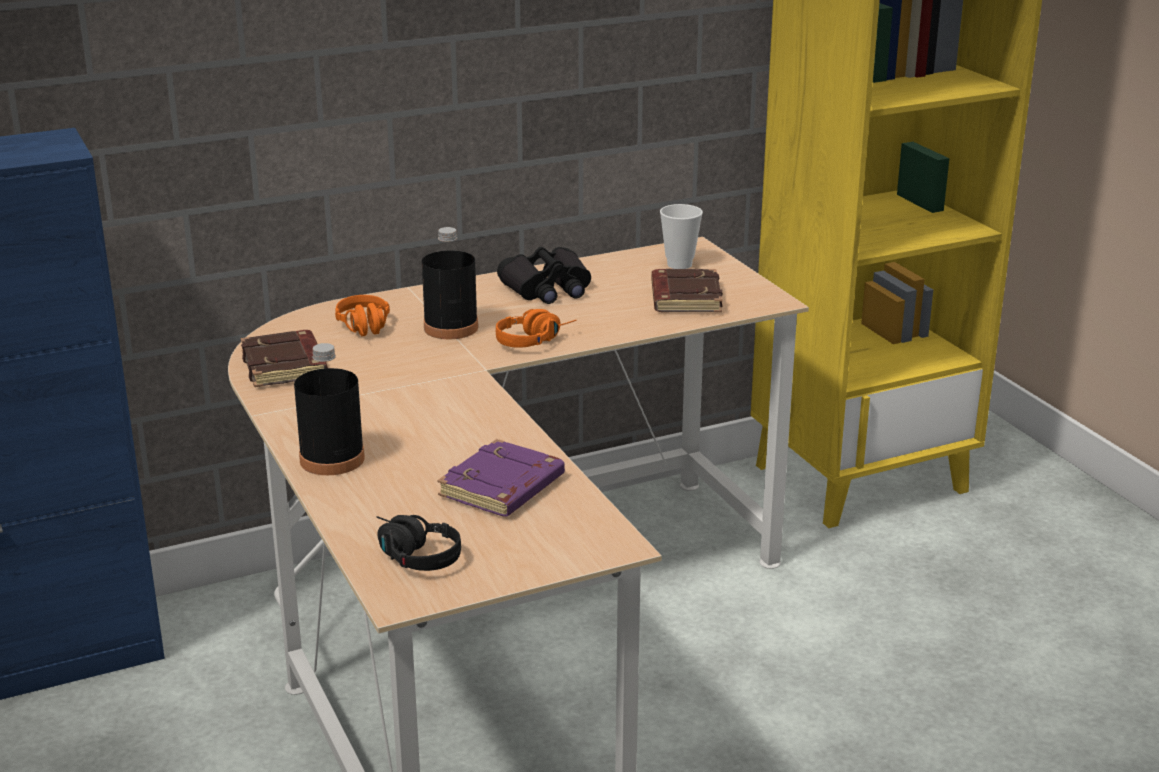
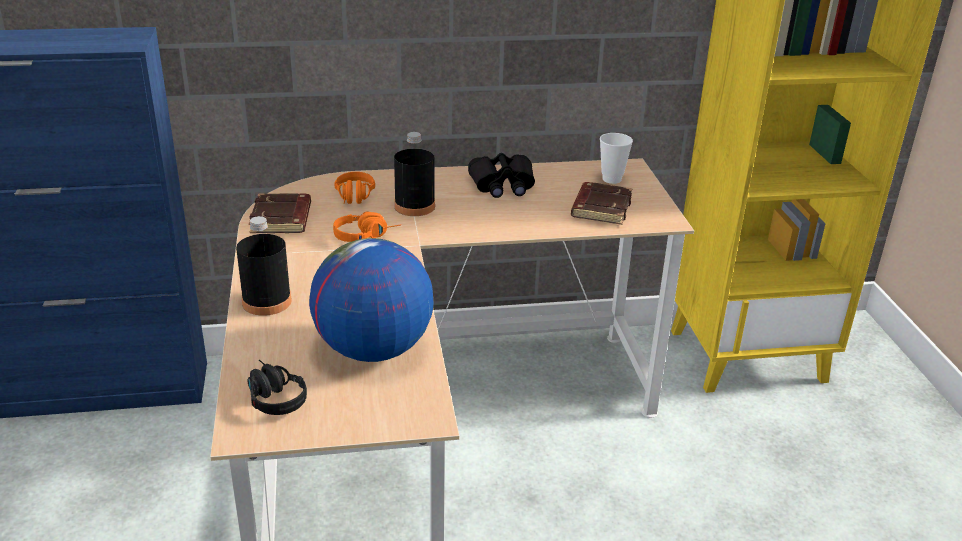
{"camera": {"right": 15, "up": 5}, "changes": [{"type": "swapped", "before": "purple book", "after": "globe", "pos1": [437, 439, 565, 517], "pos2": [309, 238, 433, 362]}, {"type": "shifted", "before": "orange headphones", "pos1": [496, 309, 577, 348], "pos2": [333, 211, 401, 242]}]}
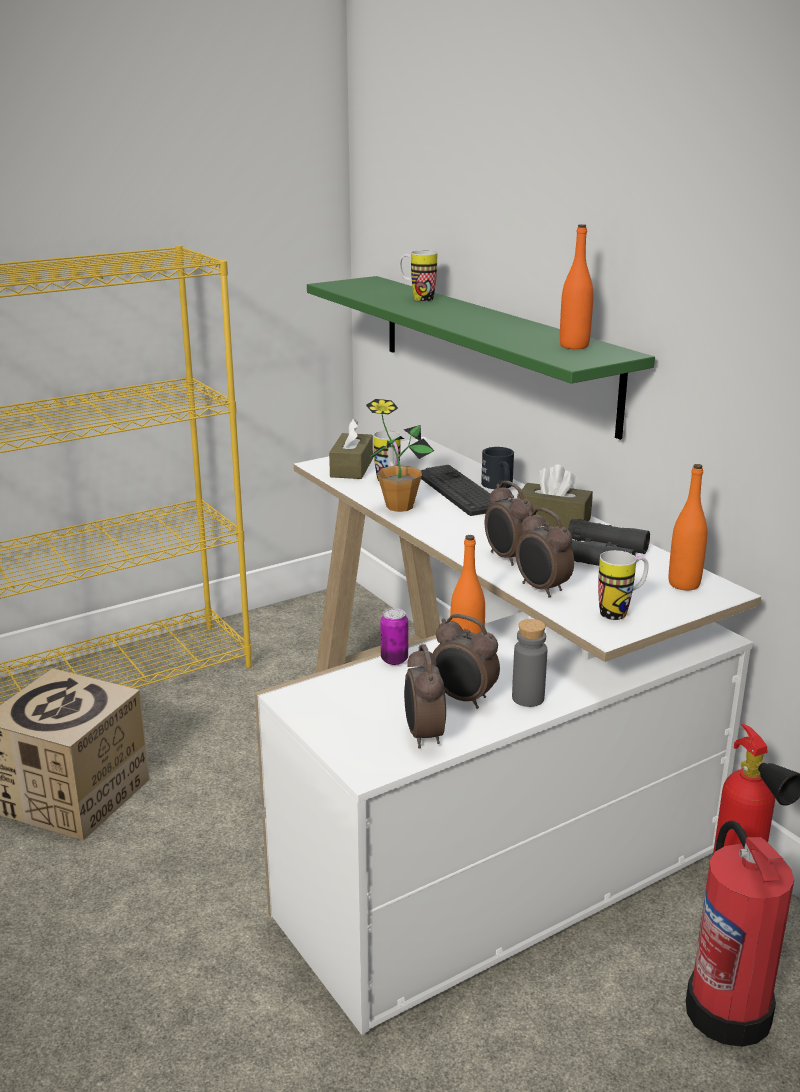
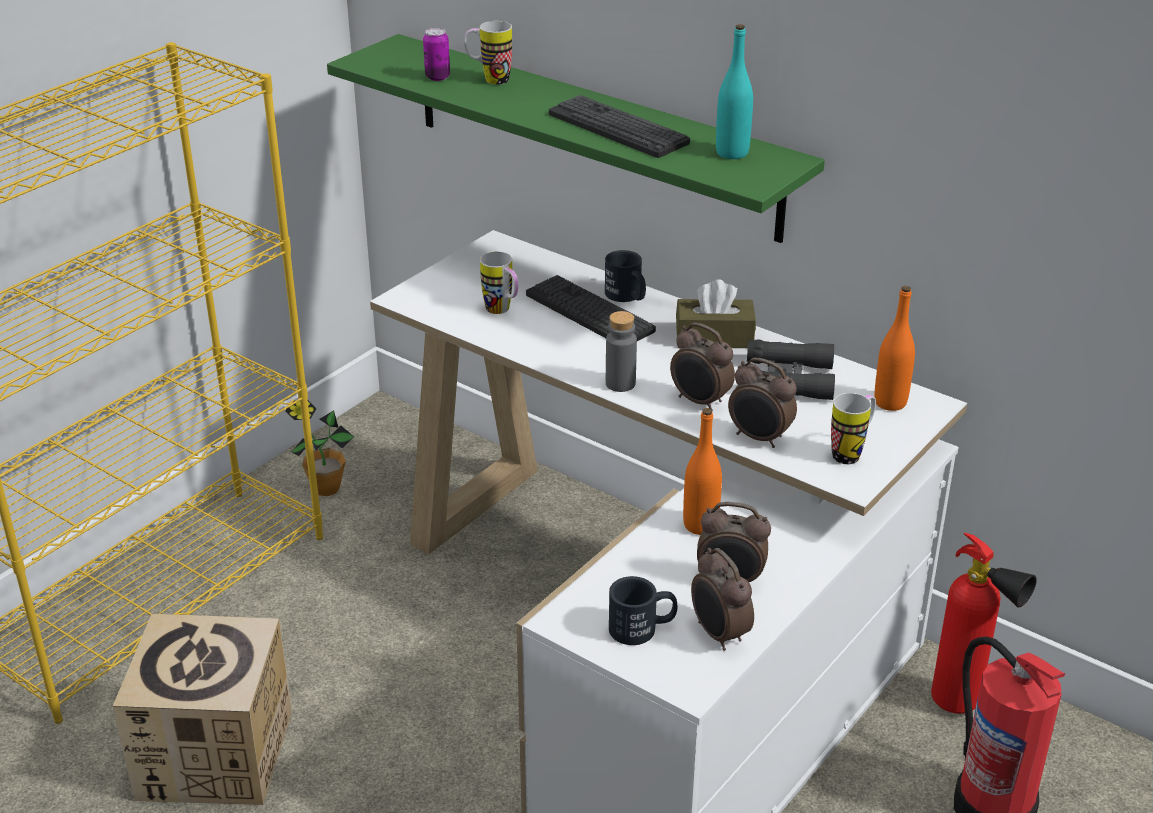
{"camera": {"right": -20, "up": 10}, "changes": [{"type": "gone", "before": "brown tissue box", "pos1": [329, 418, 373, 479]}, {"type": "shifted", "before": "potted plant", "pos1": [366, 399, 434, 512], "pos2": [285, 400, 354, 496]}, {"type": "shifted", "before": "can", "pos1": [381, 608, 408, 665], "pos2": [423, 28, 450, 81]}, {"type": "shifted", "before": "grey bottle", "pos1": [512, 619, 547, 707], "pos2": [606, 311, 637, 392]}, {"type": "repainted", "before": "orange bottle", "after": "turquoise bottle", "pos1": [560, 224, 593, 349], "pos2": [716, 24, 753, 159]}, {"type": "new", "after": "keyboard", "pos2": [549, 95, 690, 158]}, {"type": "new", "after": "black mug", "pos2": [609, 576, 677, 645]}]}
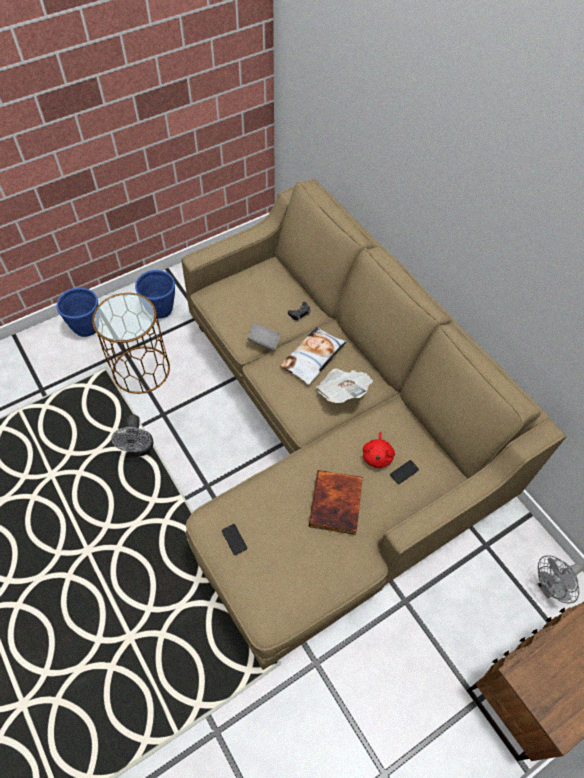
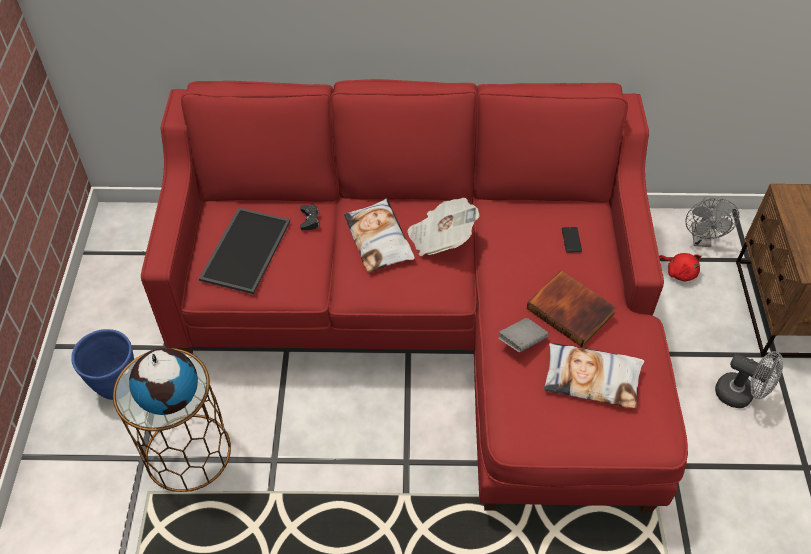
{"camera": {"right": -55, "up": -5}, "changes": [{"type": "gone", "before": "blue planter", "pos1": [57, 287, 98, 337]}, {"type": "shifted", "before": "grey fan", "pos1": [111, 415, 153, 456], "pos2": [715, 351, 783, 408]}, {"type": "repainted", "before": "beige sofa", "after": "red sofa", "pos1": [181, 179, 567, 670], "pos2": [141, 79, 688, 513]}, {"type": "gone", "before": "phone", "pos1": [222, 524, 247, 555]}, {"type": "shifted", "before": "grey book", "pos1": [247, 323, 280, 351], "pos2": [499, 318, 548, 352]}, {"type": "shifted", "before": "red plush toy", "pos1": [363, 432, 395, 468], "pos2": [659, 253, 701, 282]}, {"type": "new", "after": "globe", "pos2": [129, 348, 198, 415]}, {"type": "new", "after": "tray", "pos2": [199, 208, 290, 294]}, {"type": "new", "after": "pillow", "pos2": [543, 343, 645, 409]}]}
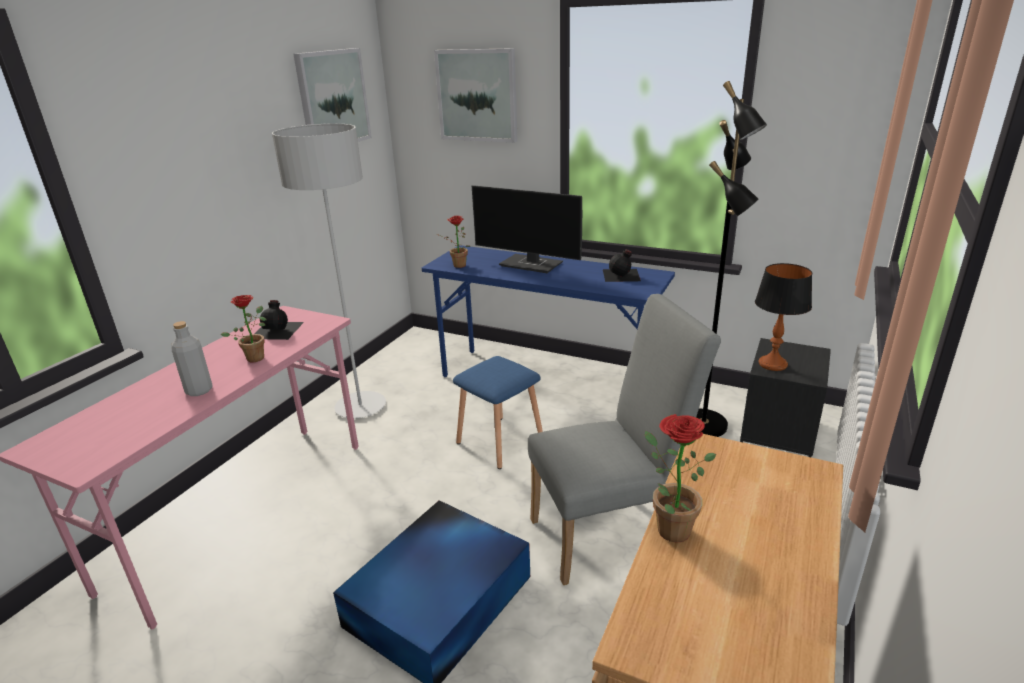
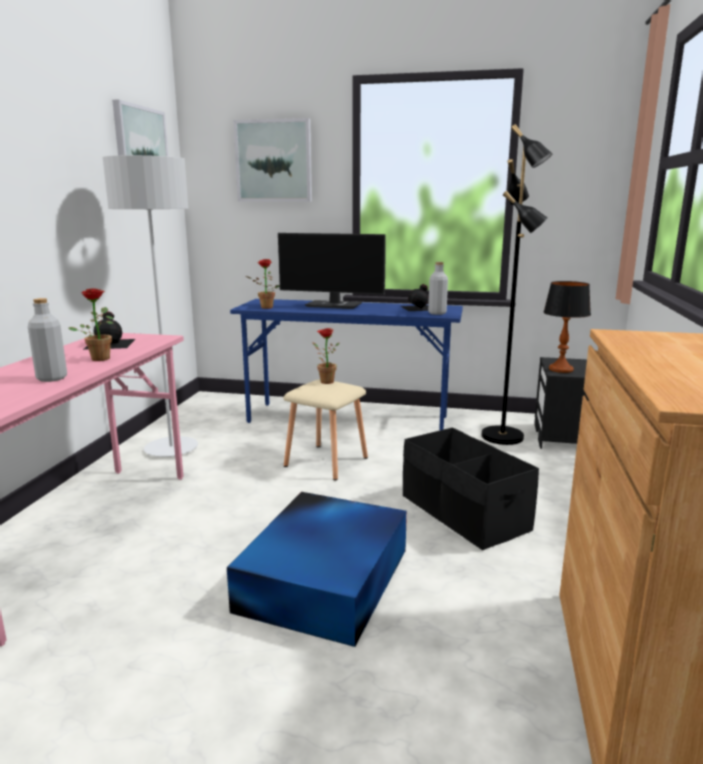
{"camera": {"right": -15, "up": -10}, "changes": [{"type": "repainted", "before": "blue stool", "after": "beige stool", "pos1": [453, 356, 543, 469], "pos2": [283, 379, 368, 481]}, {"type": "swapped", "before": "grey chair", "after": "black storage box", "pos1": [528, 294, 721, 585], "pos2": [403, 427, 539, 550]}, {"type": "shifted", "before": "potted plant", "pos1": [645, 414, 716, 543], "pos2": [313, 328, 340, 384]}, {"type": "new", "after": "grey bottle", "pos2": [428, 262, 448, 315]}]}
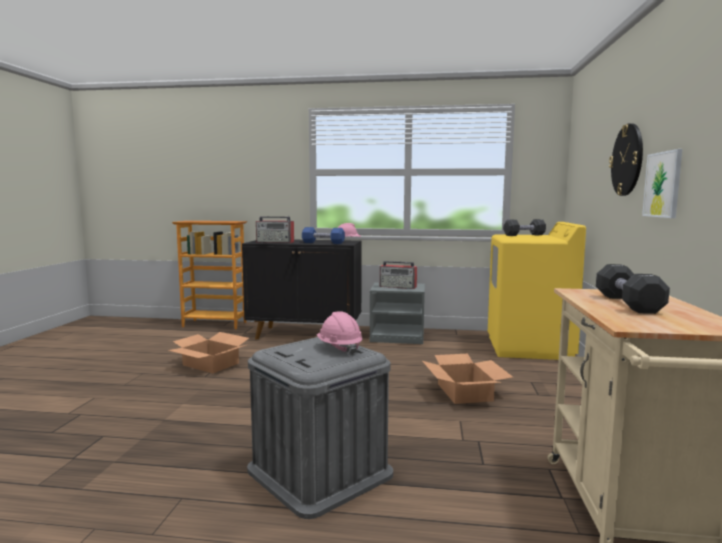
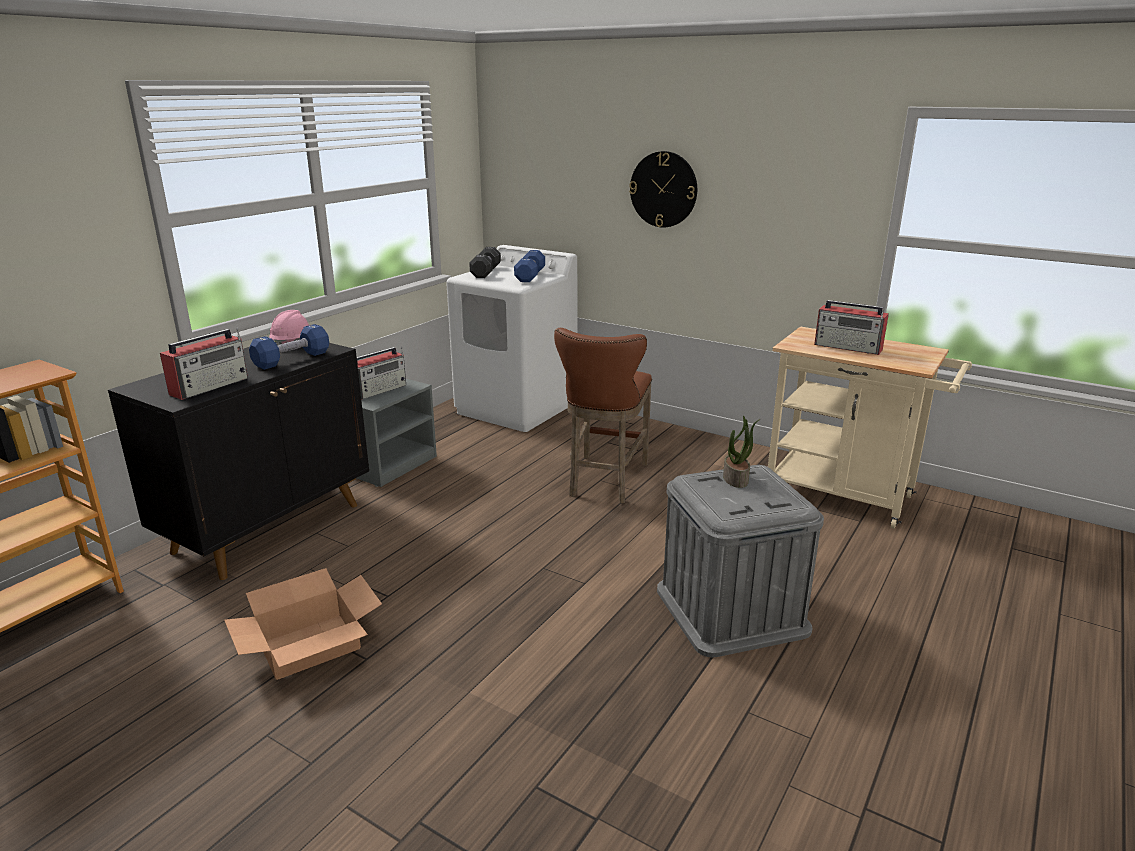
{"camera": {"right": -65, "up": 15}, "changes": [{"type": "swapped", "before": "pink hard hat", "after": "potted plant", "pos1": [317, 311, 363, 355], "pos2": [723, 416, 760, 488]}, {"type": "swapped", "before": "cardboard box", "after": "brown stool", "pos1": [422, 354, 513, 404], "pos2": [554, 328, 652, 503]}, {"type": "repainted", "before": "yellow washing machine", "after": "white washing machine", "pos1": [488, 222, 586, 360], "pos2": [446, 245, 578, 432]}, {"type": "swapped", "before": "black dumbbell", "after": "radio", "pos1": [596, 264, 670, 314], "pos2": [814, 300, 889, 355]}, {"type": "gone", "before": "picture", "pos1": [642, 149, 682, 218]}, {"type": "new", "after": "blue dumbbell", "pos2": [514, 250, 545, 282]}]}
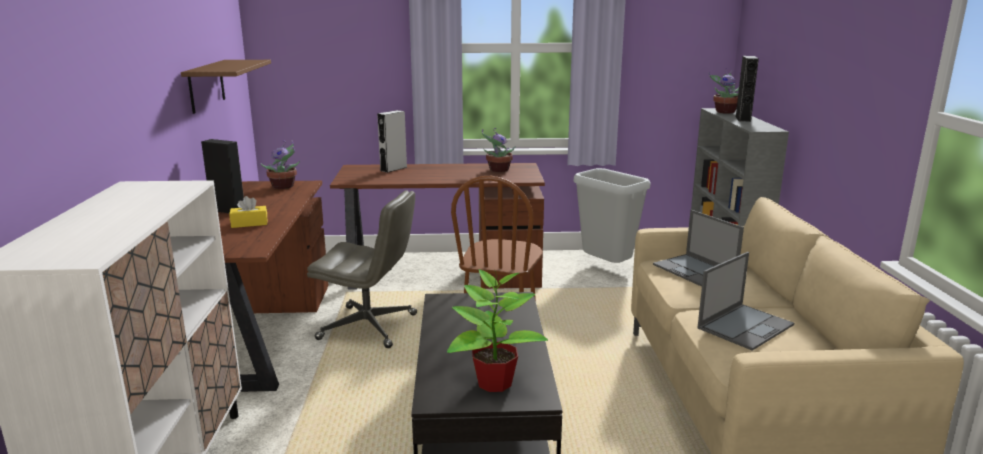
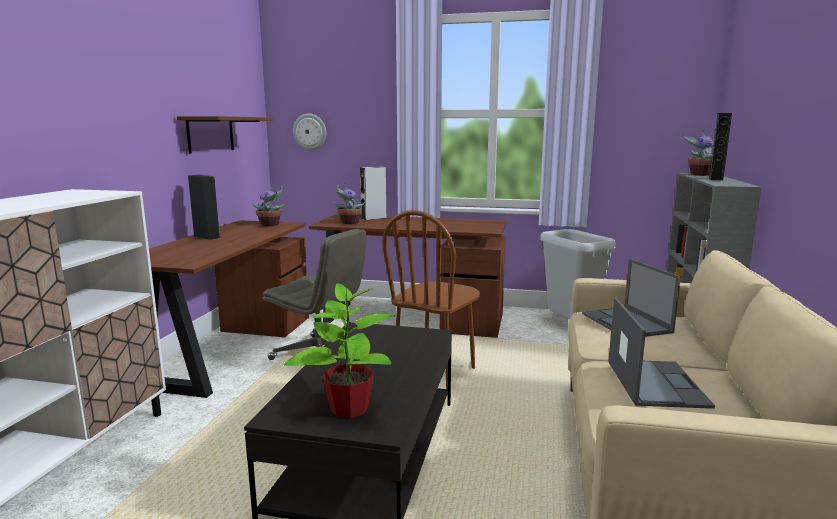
{"camera": {"right": 15, "up": -5}, "changes": [{"type": "gone", "before": "yellow tissue box", "pos1": [229, 196, 267, 228]}, {"type": "shifted", "before": "potted plant", "pos1": [482, 128, 516, 172], "pos2": [334, 183, 366, 224]}, {"type": "rotated", "before": "laptop", "pos1": [697, 252, 794, 351], "pos2": [608, 298, 715, 409], "turn": -60}, {"type": "new", "after": "wall clock", "pos2": [293, 114, 326, 150]}]}
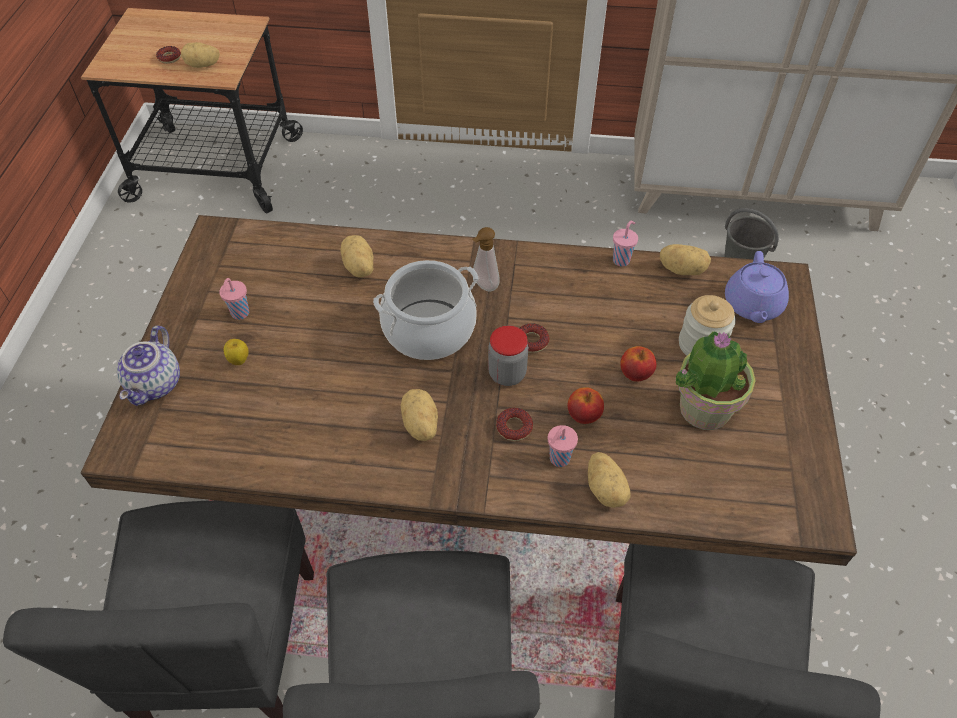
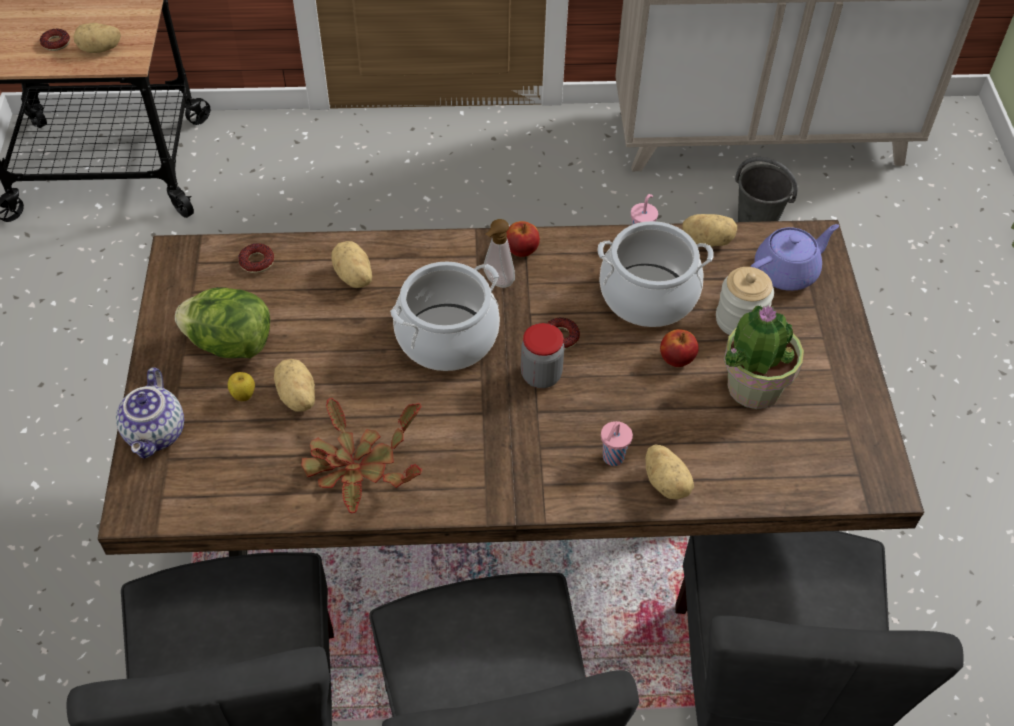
{"camera": {"right": -10, "up": 0}, "changes": [{"type": "swapped", "before": "pink cup", "after": "lettuce", "pos1": [219, 278, 249, 320], "pos2": [175, 287, 270, 358]}, {"type": "shifted", "before": "potato", "pos1": [401, 389, 438, 441], "pos2": [274, 359, 315, 412]}, {"type": "shifted", "before": "donut", "pos1": [496, 408, 533, 441], "pos2": [238, 243, 274, 273]}, {"type": "shifted", "before": "apple", "pos1": [568, 387, 604, 424], "pos2": [506, 221, 540, 257]}, {"type": "rotated", "before": "purple teapot", "pos1": [725, 251, 789, 323], "pos2": [750, 224, 839, 291], "turn": -120}, {"type": "new", "after": "potted plant", "pos2": [301, 398, 422, 513]}, {"type": "new", "after": "cooking pot", "pos2": [597, 221, 714, 327]}]}
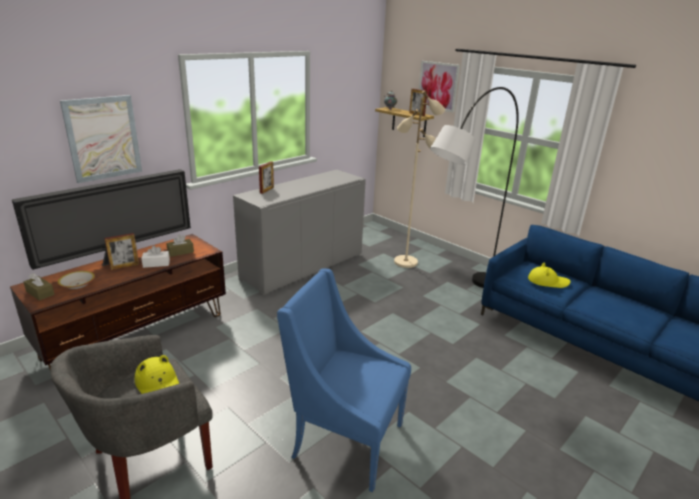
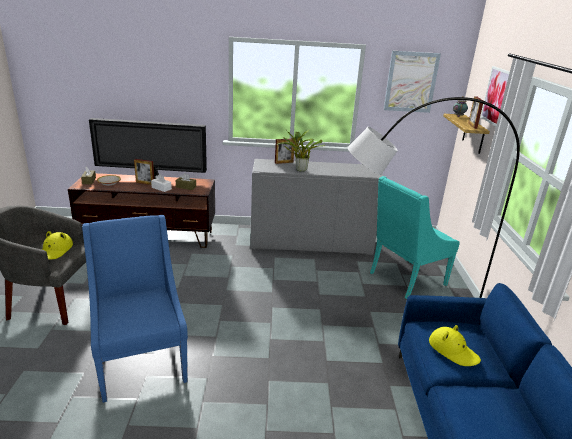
{"camera": {"right": 45, "up": 0}, "changes": [{"type": "shifted", "before": "picture", "pos1": [60, 95, 142, 183], "pos2": [384, 51, 441, 113]}, {"type": "swapped", "before": "beige floor lamp", "after": "turquoise armchair", "pos1": [394, 90, 445, 268], "pos2": [370, 176, 459, 299]}, {"type": "new", "after": "potted plant", "pos2": [276, 129, 325, 172]}]}
